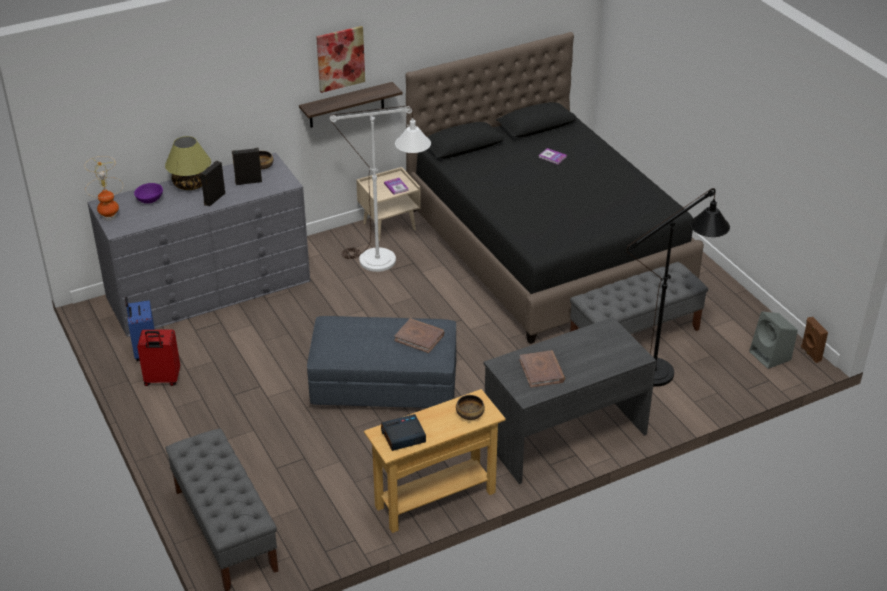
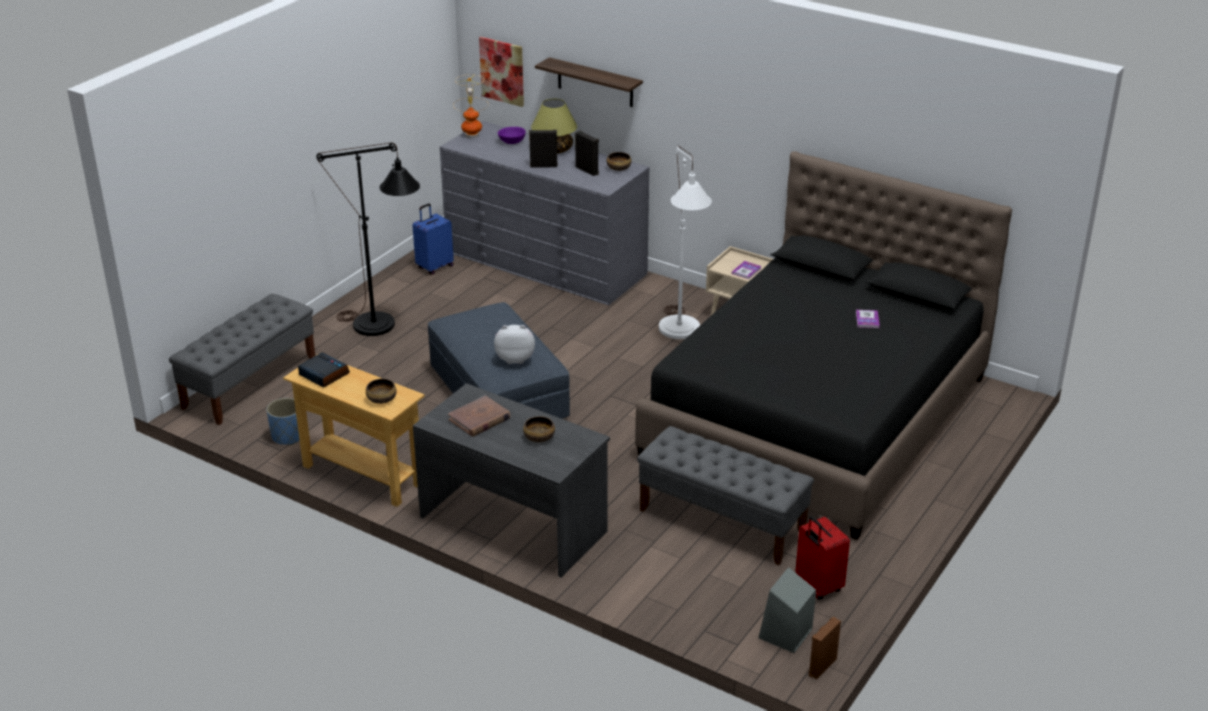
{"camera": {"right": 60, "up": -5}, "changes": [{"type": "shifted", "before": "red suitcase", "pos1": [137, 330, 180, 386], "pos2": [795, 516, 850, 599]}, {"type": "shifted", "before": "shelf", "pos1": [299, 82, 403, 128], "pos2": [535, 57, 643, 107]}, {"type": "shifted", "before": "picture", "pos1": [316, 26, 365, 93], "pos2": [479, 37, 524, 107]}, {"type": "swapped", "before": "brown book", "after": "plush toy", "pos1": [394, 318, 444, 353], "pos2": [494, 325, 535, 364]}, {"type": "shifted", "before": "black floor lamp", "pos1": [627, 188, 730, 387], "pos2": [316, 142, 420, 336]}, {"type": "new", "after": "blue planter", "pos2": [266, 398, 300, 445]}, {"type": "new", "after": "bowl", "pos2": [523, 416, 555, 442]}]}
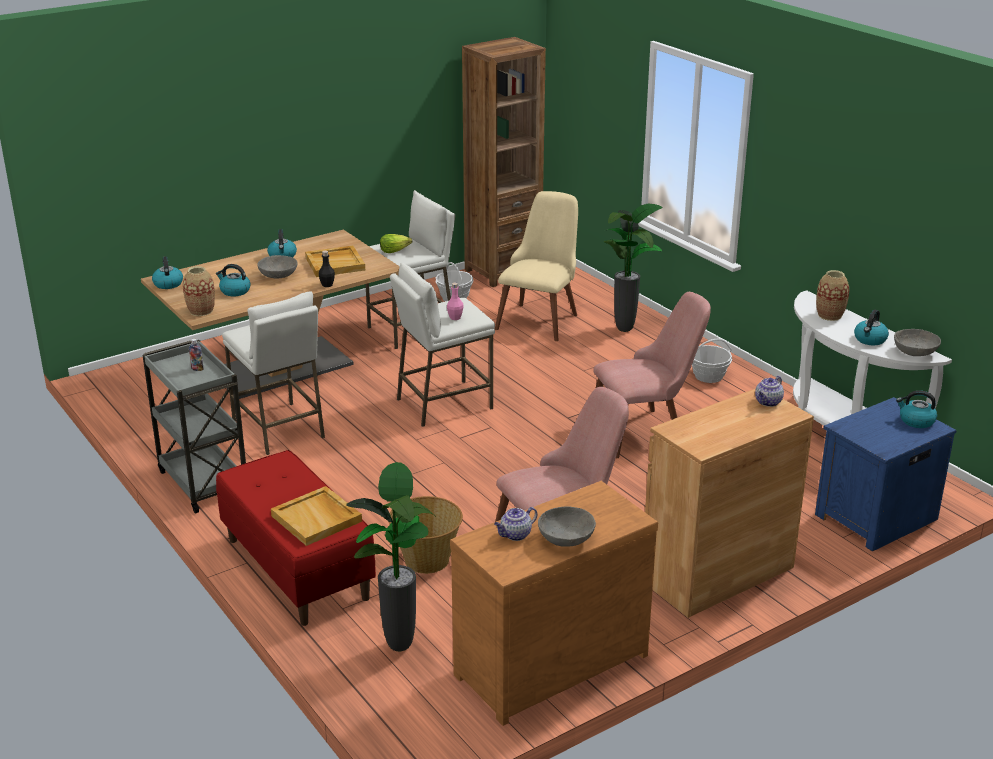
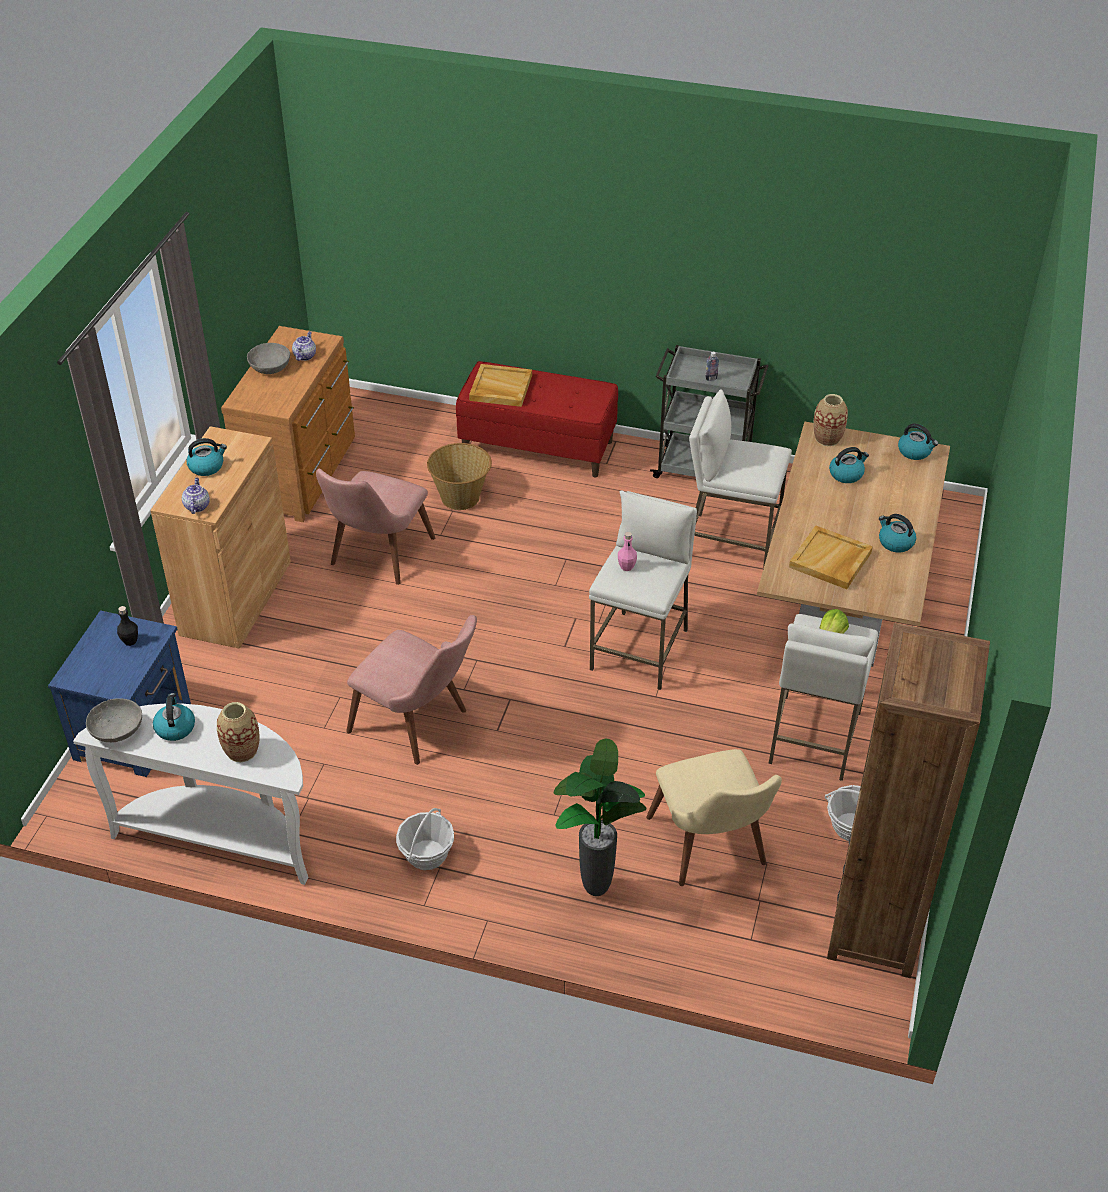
{"camera": {"right": 140, "up": 15}, "changes": [{"type": "gone", "before": "grey bowl", "pos1": [257, 255, 298, 279]}, {"type": "shifted", "before": "black bottle", "pos1": [319, 251, 335, 287], "pos2": [117, 606, 138, 646]}, {"type": "gone", "before": "potted plant", "pos1": [346, 462, 435, 651]}, {"type": "rotated", "before": "pink chair", "pos1": [593, 292, 711, 458], "pos2": [346, 615, 477, 765], "turn": -90}, {"type": "shifted", "before": "kettle", "pos1": [896, 390, 937, 428], "pos2": [187, 438, 227, 476]}]}
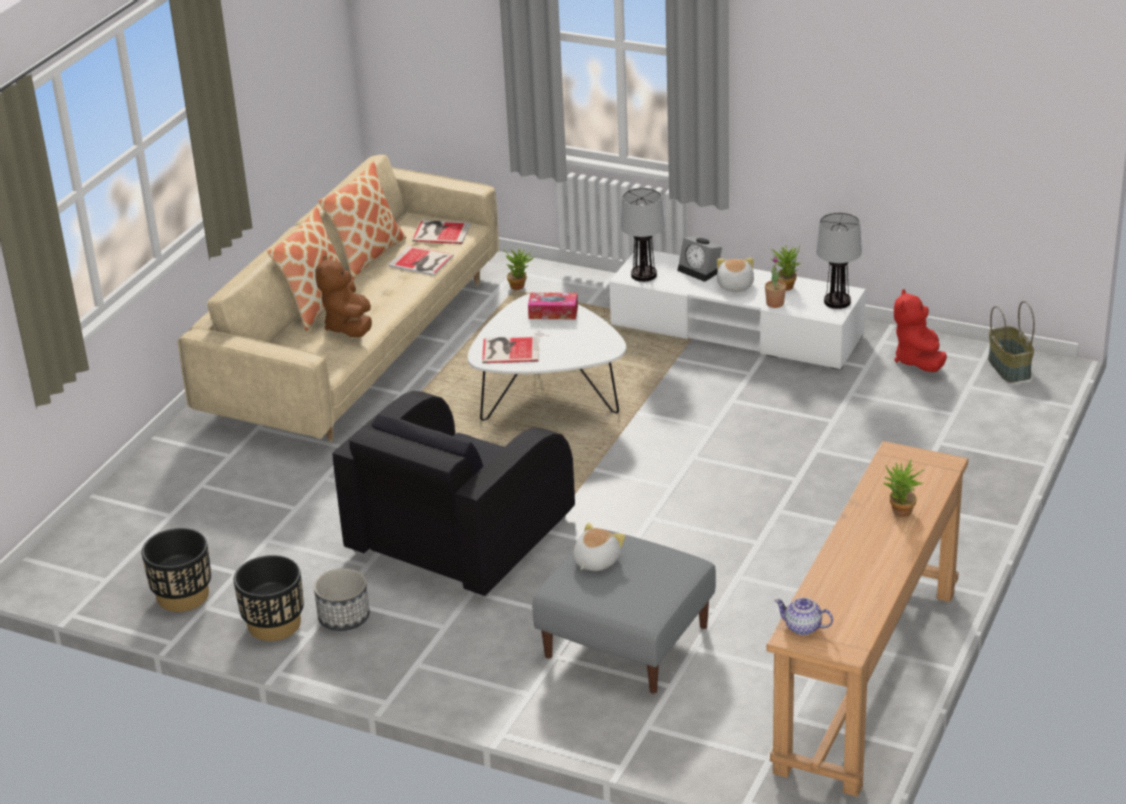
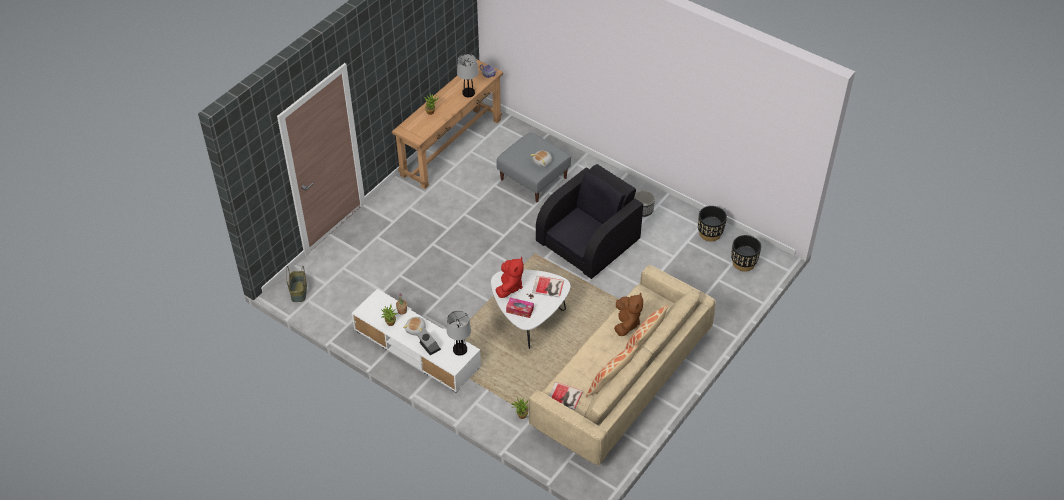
{"camera": {"right": -170, "up": 15}, "changes": [{"type": "shifted", "before": "black planter", "pos1": [234, 555, 304, 641], "pos2": [731, 235, 761, 272]}, {"type": "gone", "before": "book", "pos1": [388, 246, 454, 276]}, {"type": "shifted", "before": "table lamp", "pos1": [816, 212, 862, 309], "pos2": [457, 54, 478, 97]}, {"type": "shifted", "before": "red plush toy", "pos1": [894, 289, 947, 372], "pos2": [496, 257, 524, 298]}]}
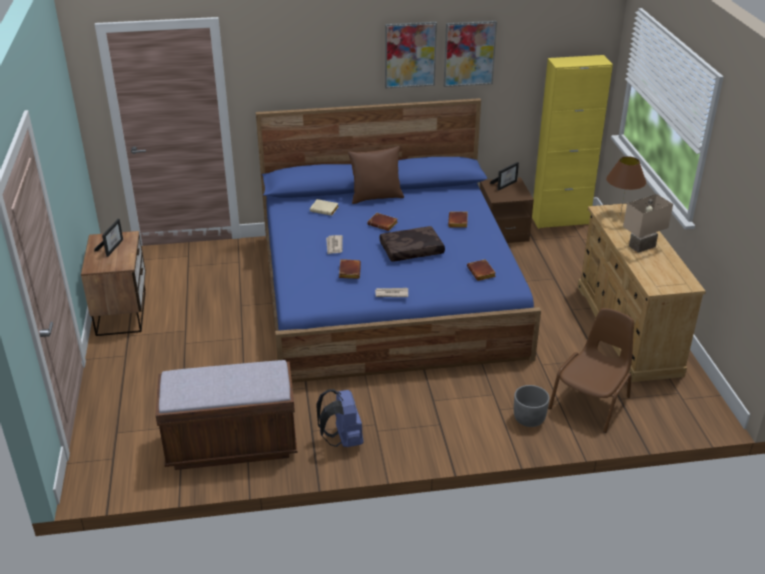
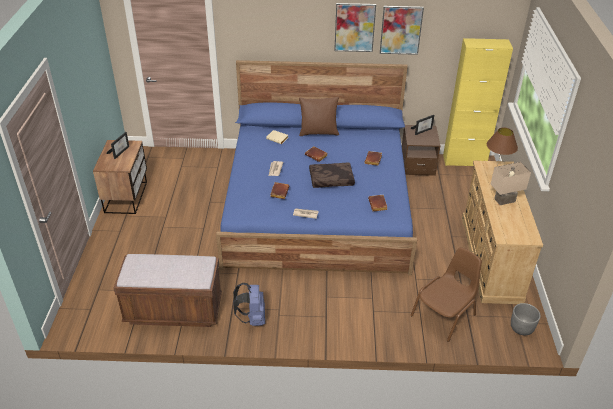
{"camera": {"right": 10, "up": 5}, "changes": [{"type": "shifted", "before": "grey planter", "pos1": [514, 385, 550, 427], "pos2": [511, 303, 541, 335]}]}
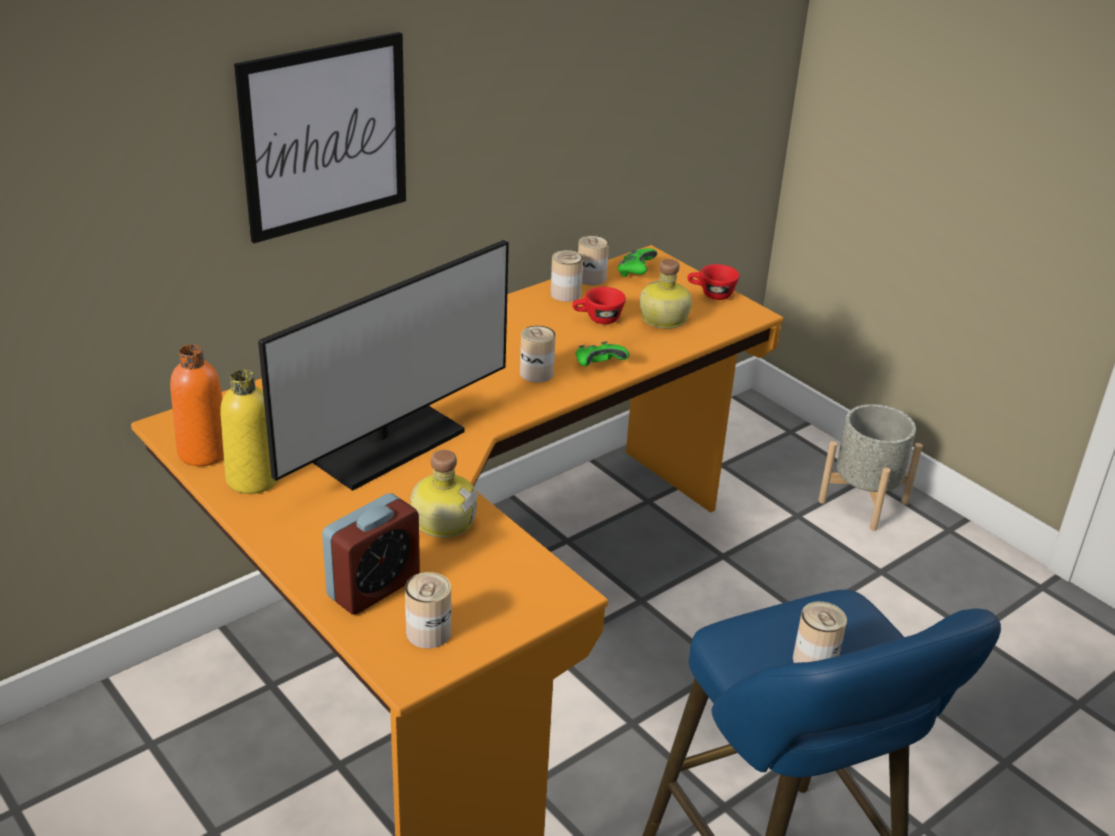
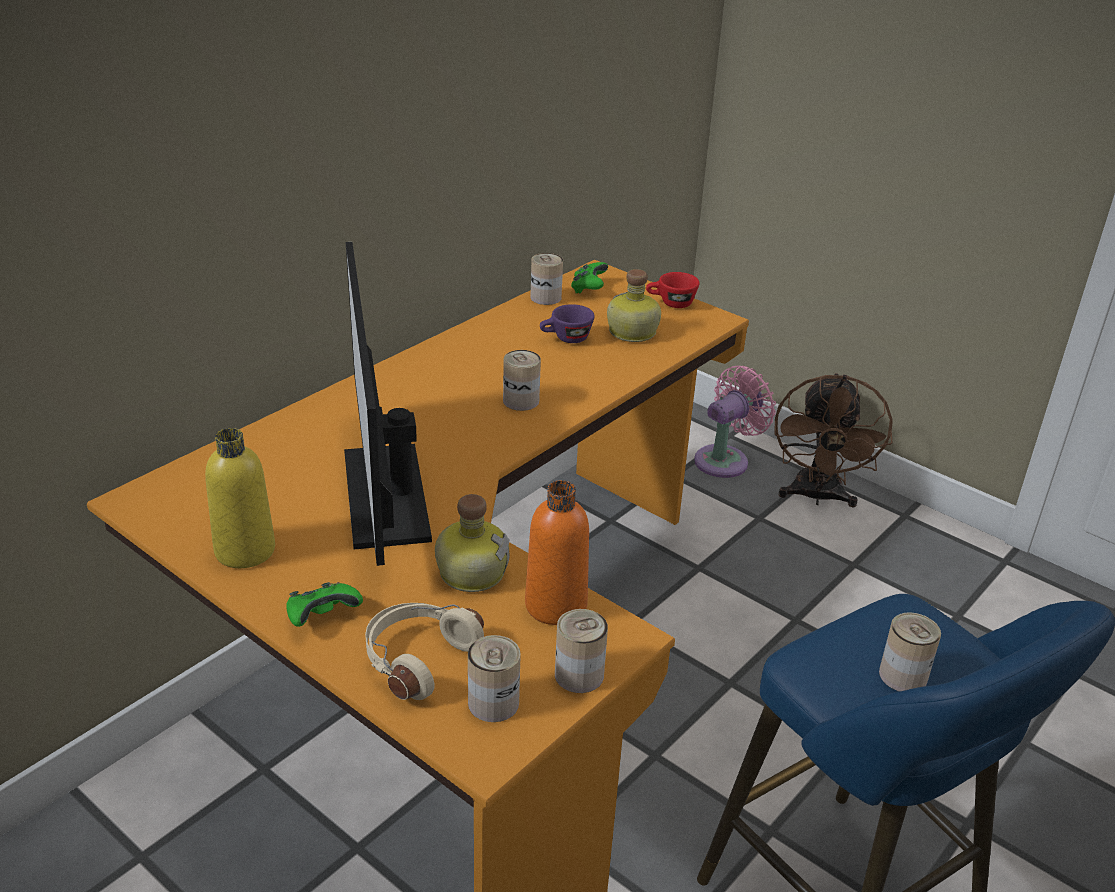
{"camera": {"right": -10, "up": 0}, "changes": [{"type": "shifted", "before": "orange bottle", "pos1": [170, 344, 224, 466], "pos2": [525, 480, 589, 625]}, {"type": "gone", "before": "picture", "pos1": [234, 32, 406, 243]}, {"type": "rotated", "before": "monitor", "pos1": [258, 240, 509, 491], "pos2": [344, 242, 432, 566], "turn": 135}, {"type": "swapped", "before": "alarm clock", "after": "beige headphones", "pos1": [322, 493, 420, 615], "pos2": [365, 603, 484, 700]}, {"type": "shifted", "before": "can", "pos1": [550, 250, 583, 302], "pos2": [555, 609, 608, 693]}, {"type": "repainted", "before": "red cup", "after": "purple cup", "pos1": [572, 287, 626, 324], "pos2": [540, 304, 595, 343]}, {"type": "shifted", "before": "green game controller", "pos1": [576, 341, 630, 366], "pos2": [286, 582, 363, 627]}, {"type": "swapped", "before": "grey planter", "after": "brown fan", "pos1": [818, 404, 923, 531], "pos2": [774, 373, 893, 508]}, {"type": "new", "after": "pink fan", "pos2": [694, 366, 776, 478]}]}
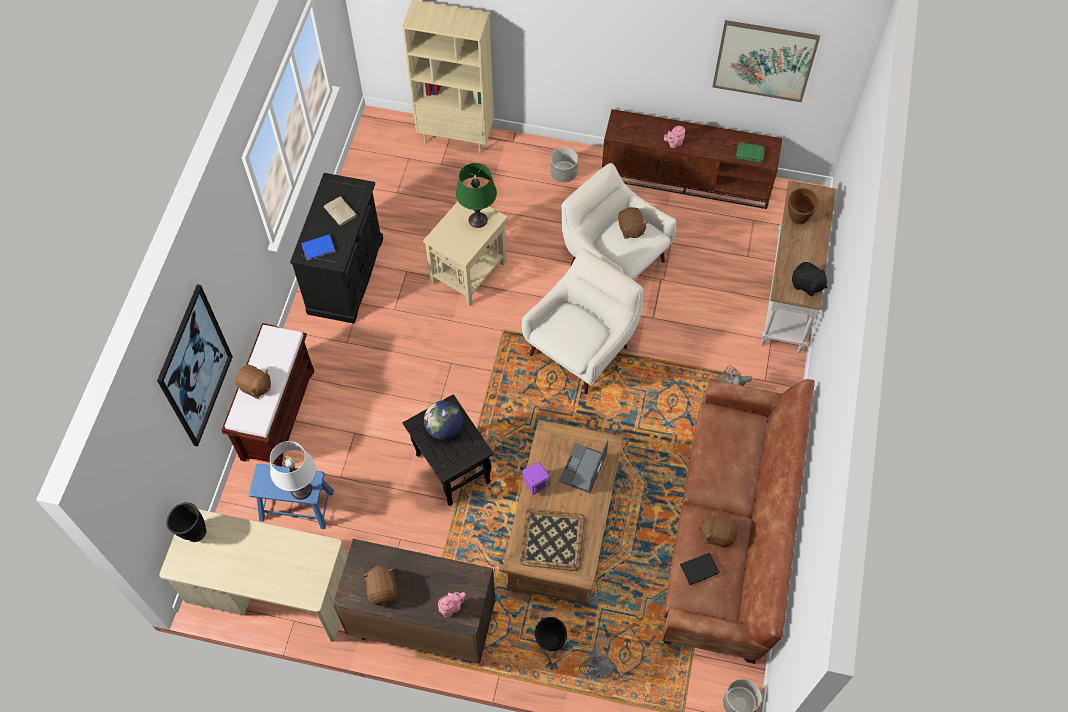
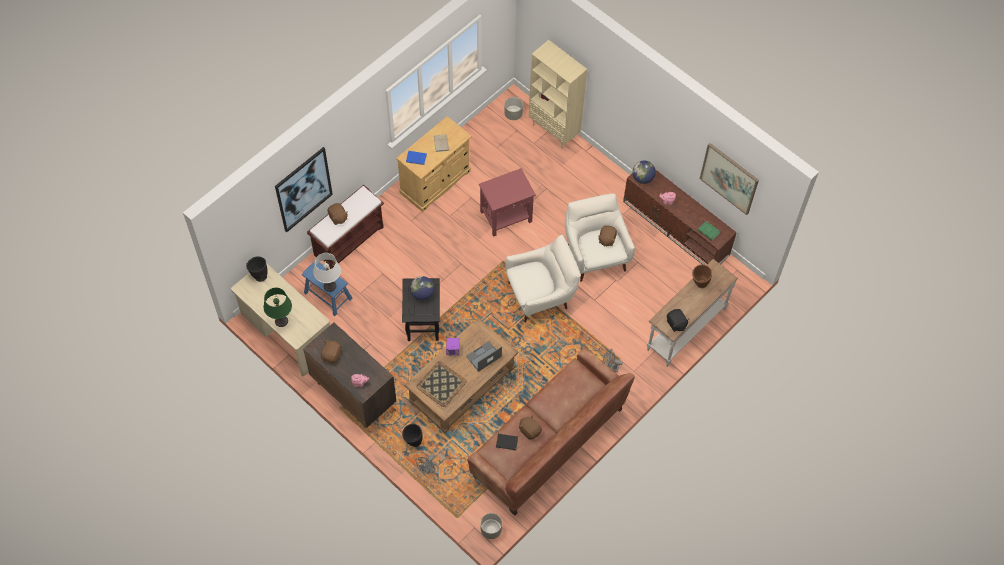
{"camera": {"right": 30, "up": 0}, "changes": [{"type": "repainted", "before": "black cabinet", "after": "beige cabinet", "pos1": [290, 173, 383, 324], "pos2": [396, 116, 472, 212]}, {"type": "repainted", "before": "beige side table", "after": "red side table", "pos1": [423, 201, 508, 306], "pos2": [479, 168, 536, 237]}, {"type": "shifted", "before": "green table lamp", "pos1": [456, 163, 497, 228], "pos2": [264, 288, 292, 327]}, {"type": "shifted", "before": "grey planter", "pos1": [550, 147, 578, 183], "pos2": [504, 97, 523, 120]}, {"type": "new", "after": "globe", "pos2": [632, 161, 656, 184]}]}
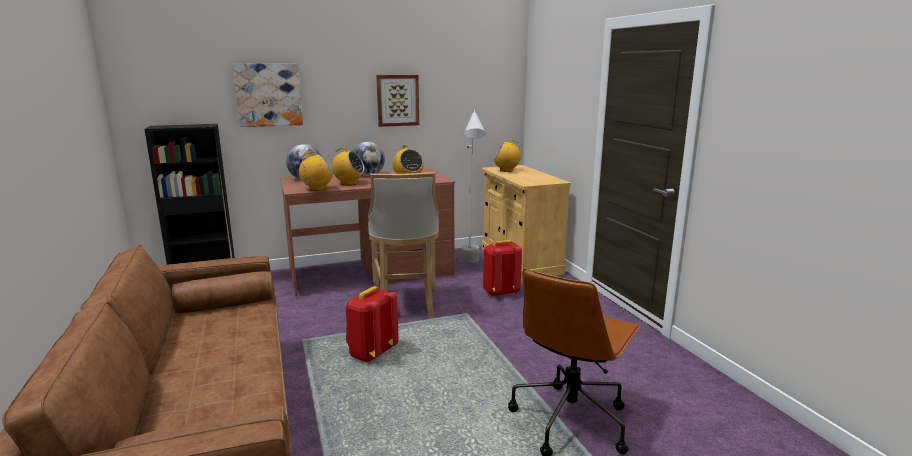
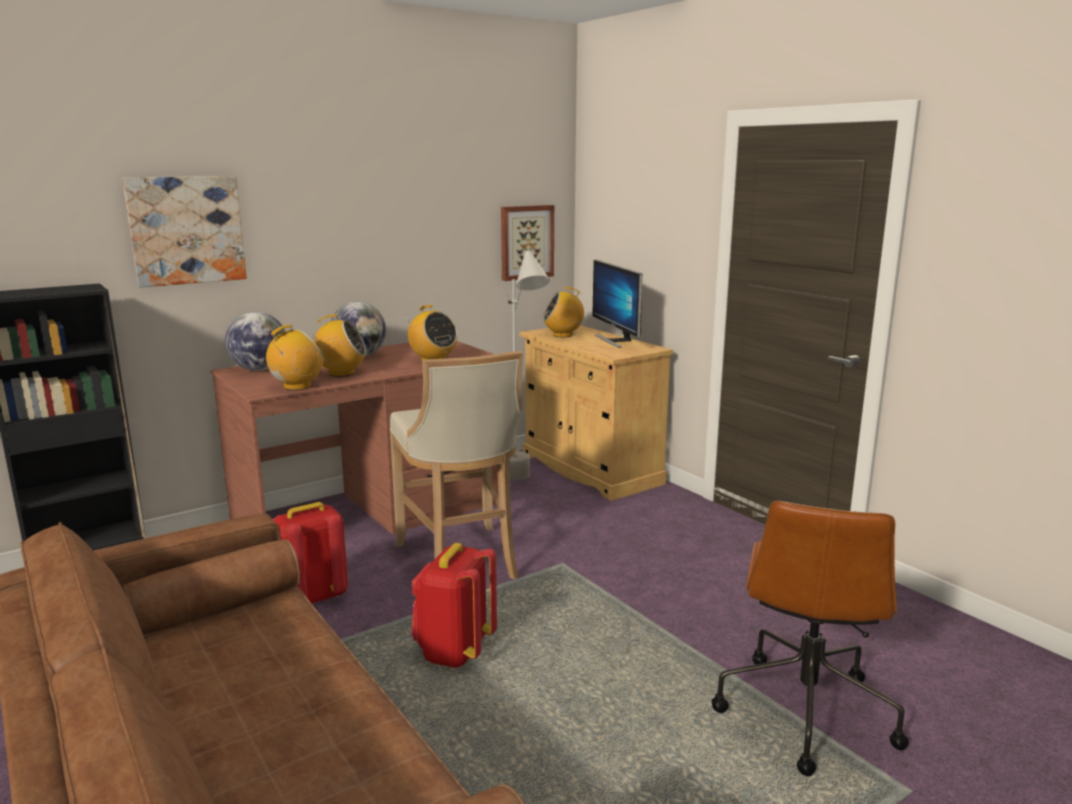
{"camera": {"right": -15, "up": 0}, "changes": [{"type": "shifted", "before": "picture", "pos1": [376, 75, 419, 127], "pos2": [501, 205, 554, 281]}, {"type": "shifted", "before": "red backpack", "pos1": [483, 240, 522, 297], "pos2": [273, 502, 348, 603]}, {"type": "new", "after": "monitor", "pos2": [592, 260, 642, 348]}]}
